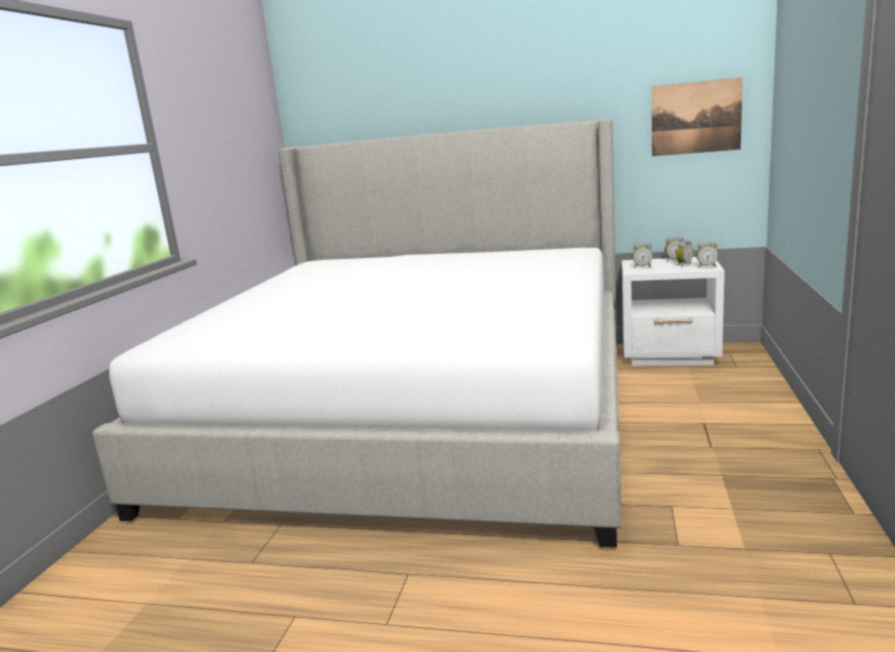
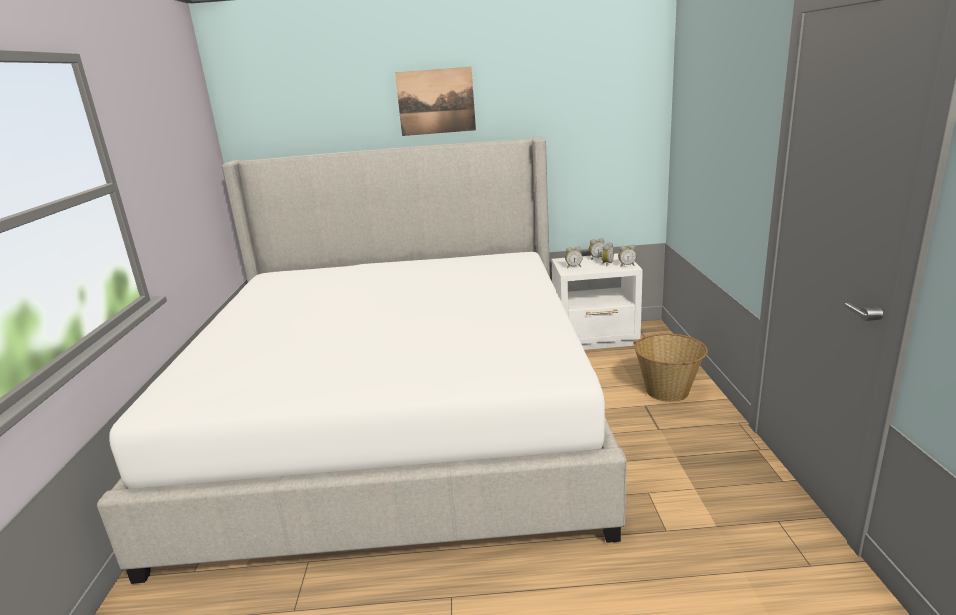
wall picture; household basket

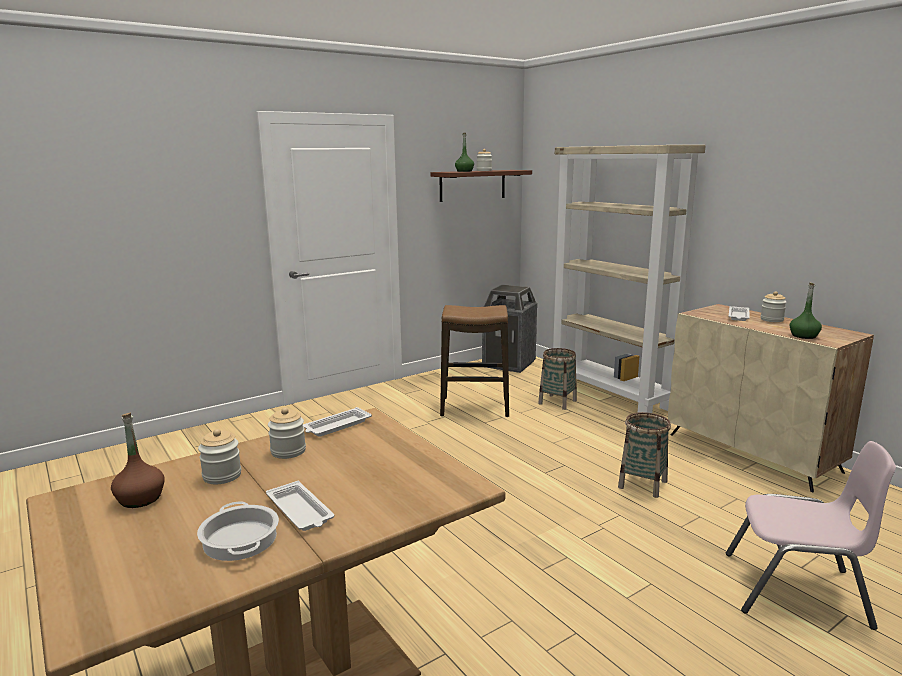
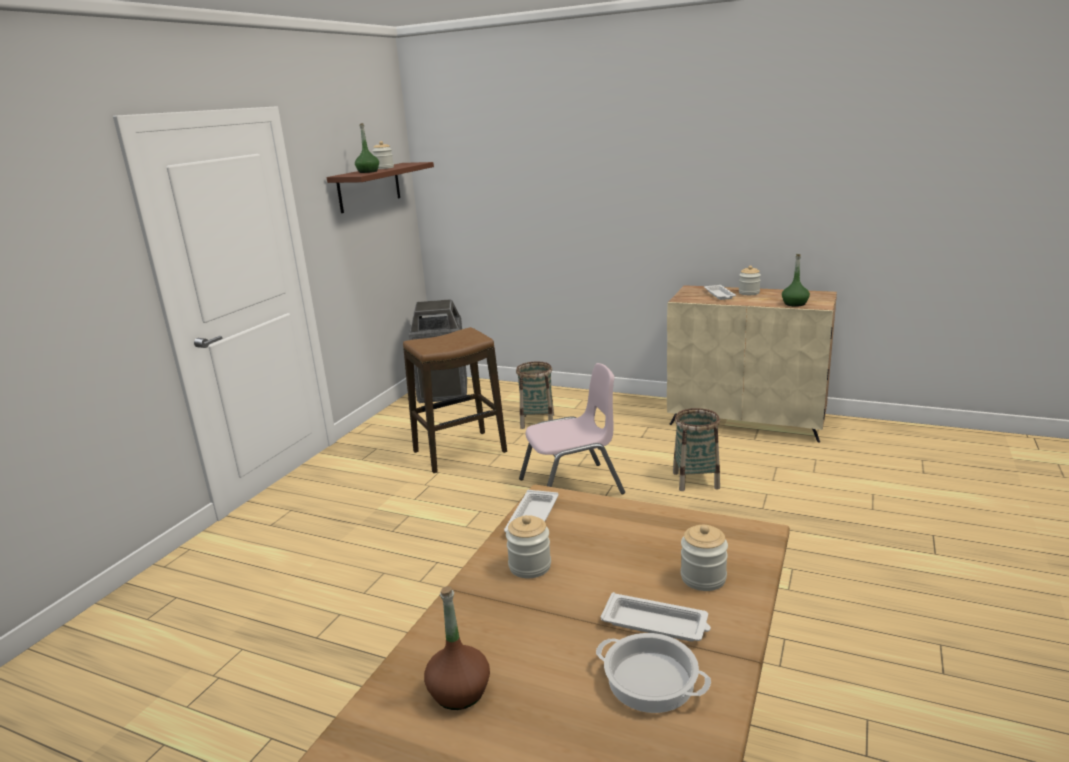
bookcase/beige-coloured; storage jar (no. 3 from left); upright chair/pink

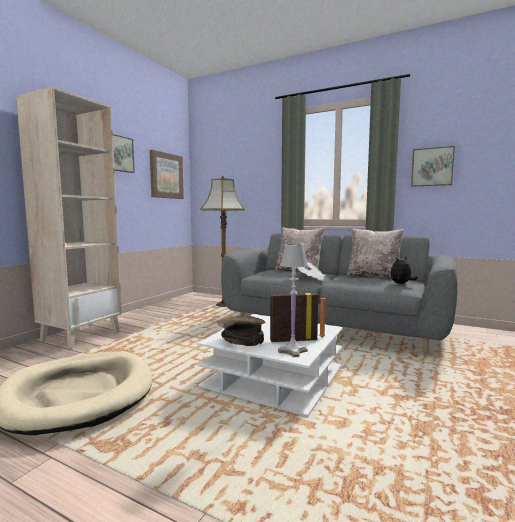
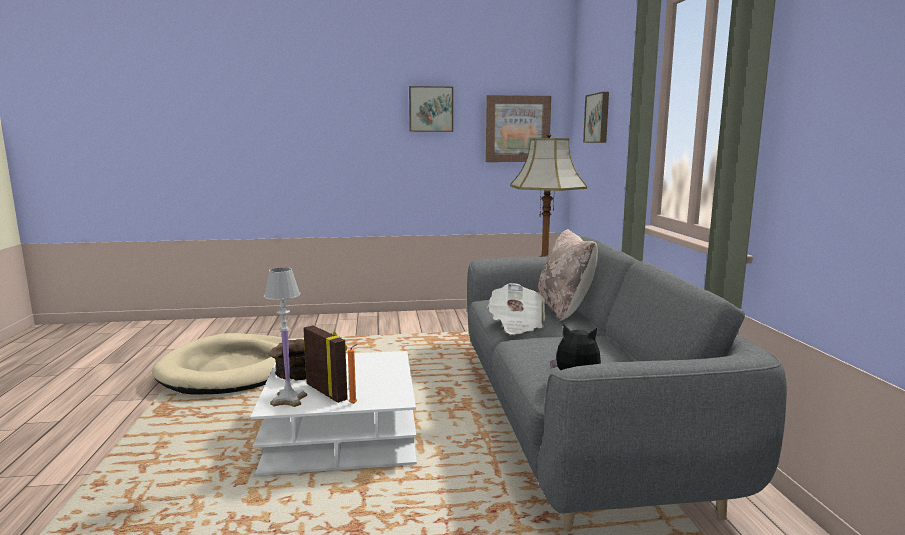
bookcase/beige-coloured; wall picture (no. 3 from left); pillow/beige-coloured (no. 2 from left in the first image)

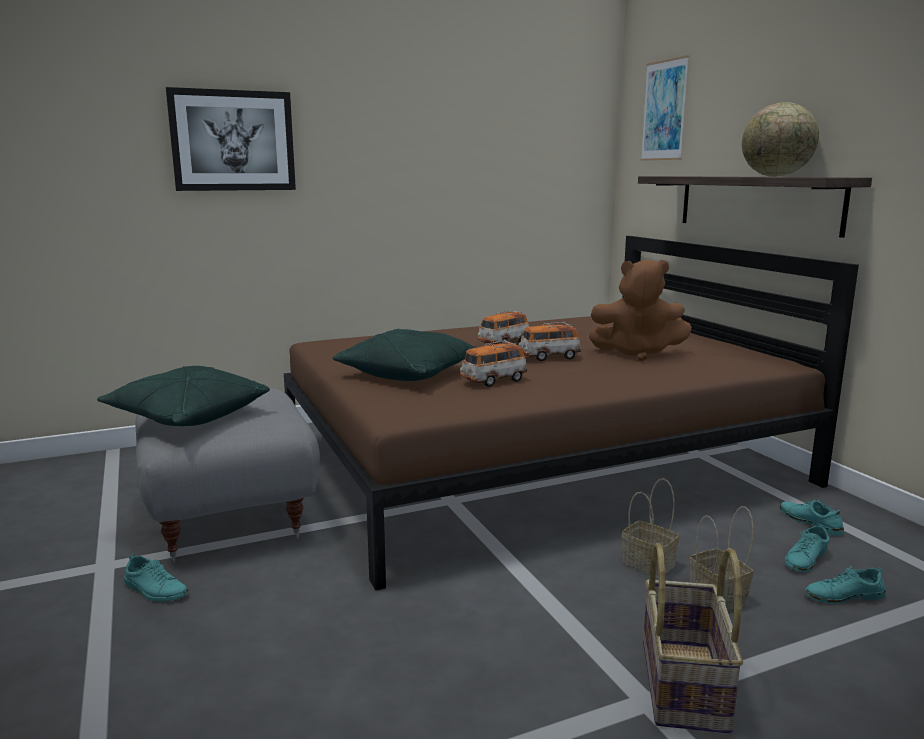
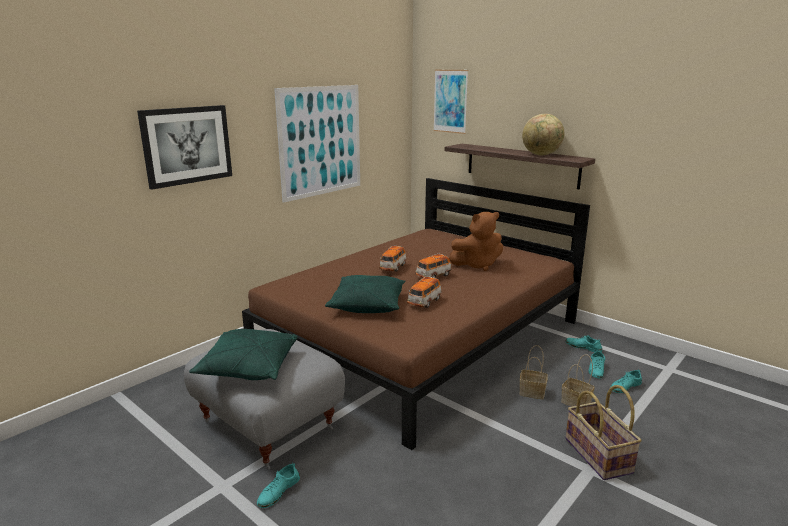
item of footwear/turquoise (no. 1 from left); wall picture (no. 2 from left)

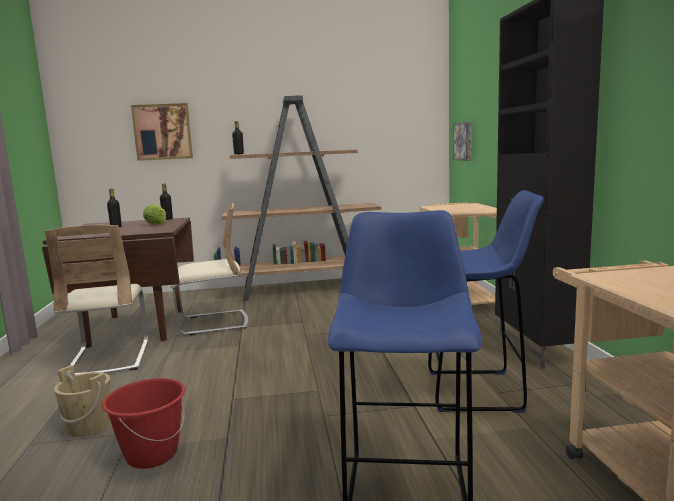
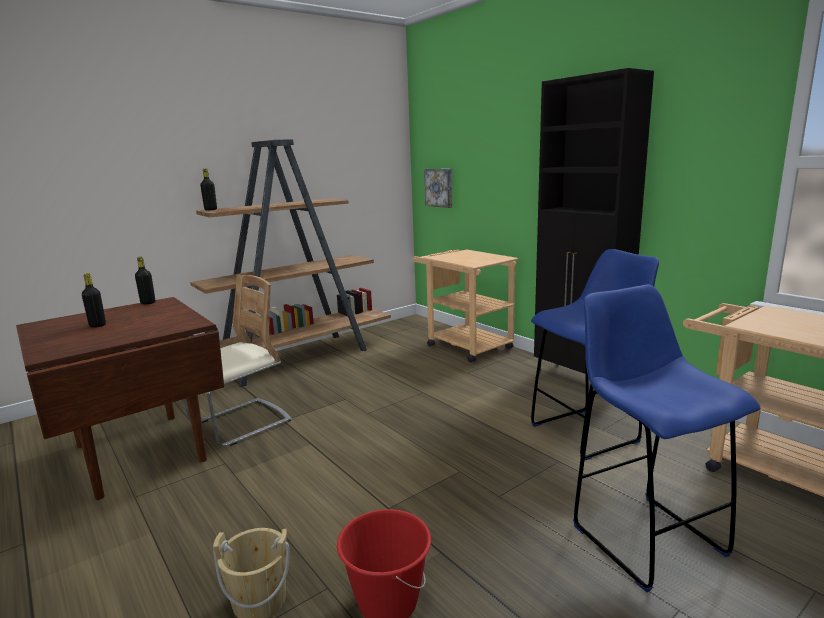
wall picture (no. 1 from left in the first image); head of lettuce; upright chair/beige-coloured (no. 1 from left in the first image)

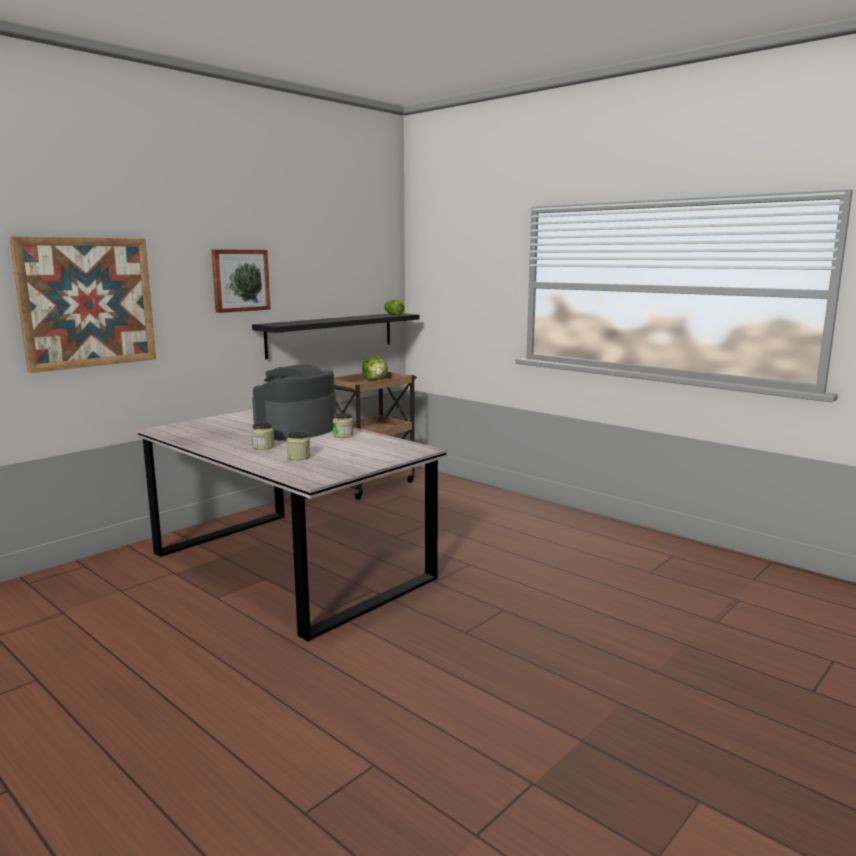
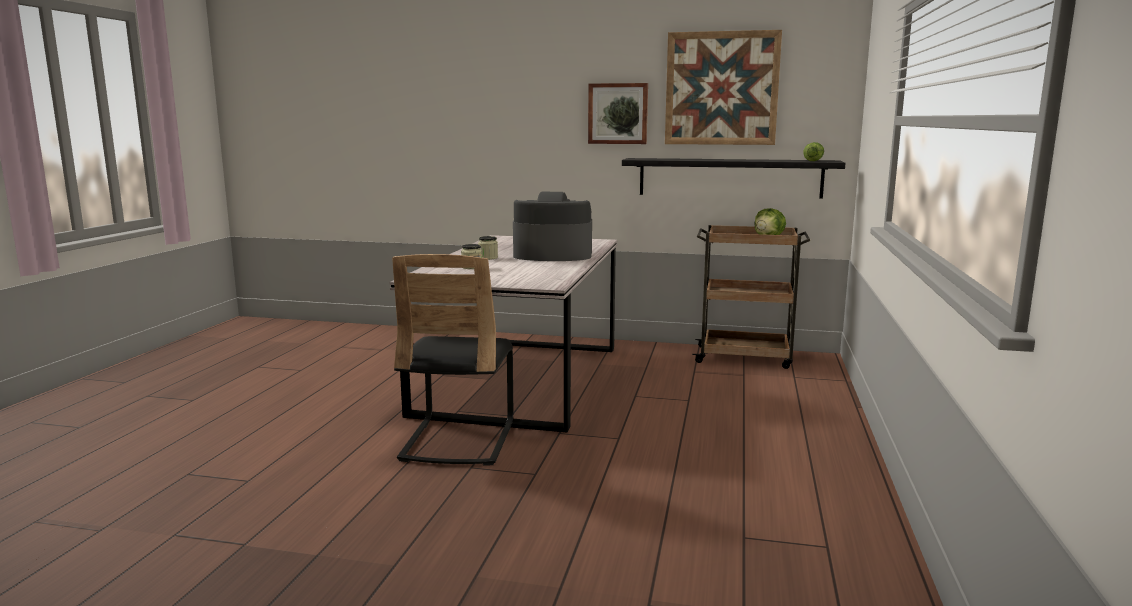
wall picture (no. 2 from left); storage jar (no. 3 from left in the first image); upright chair/black

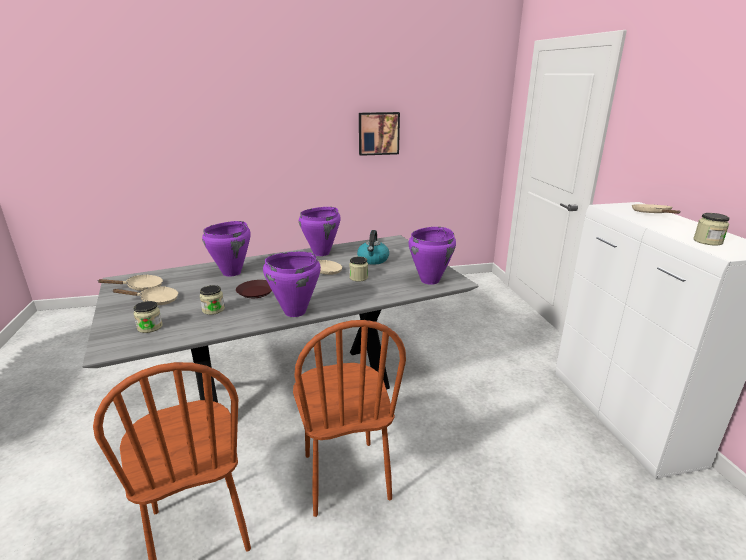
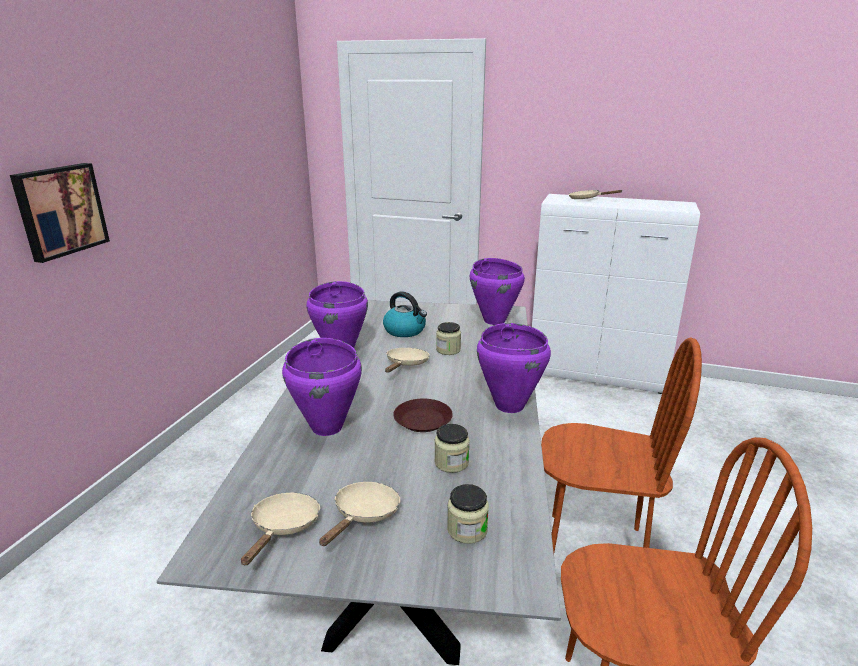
wall picture; storage jar (no. 4 from left in the first image)

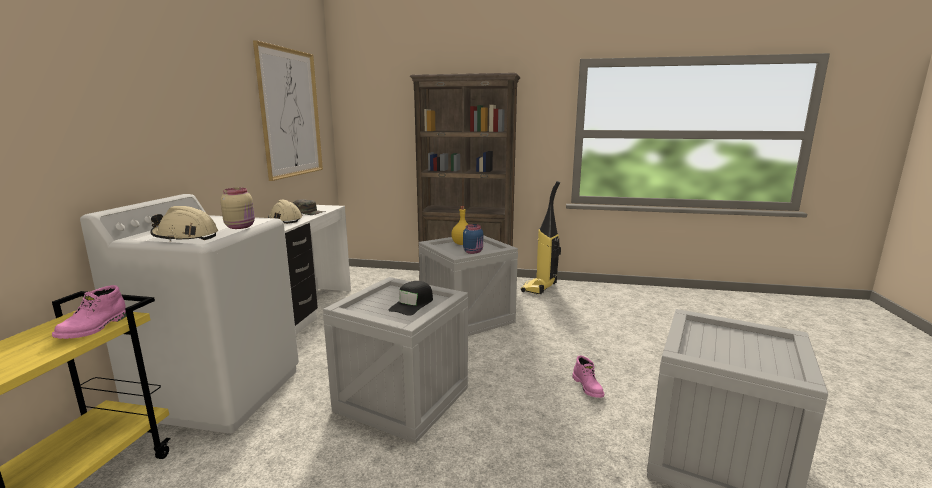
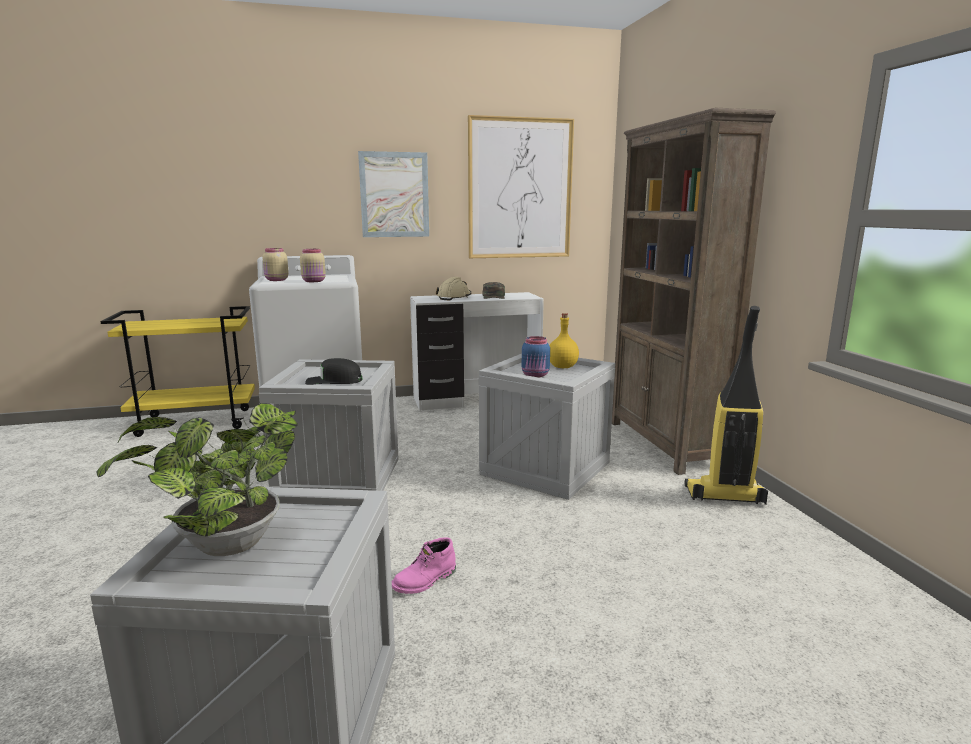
storage jar/beige-coloured (no. 1 from left); boot/pink (no. 1 from left in the first image); wall picture (no. 1 from left); houseplant

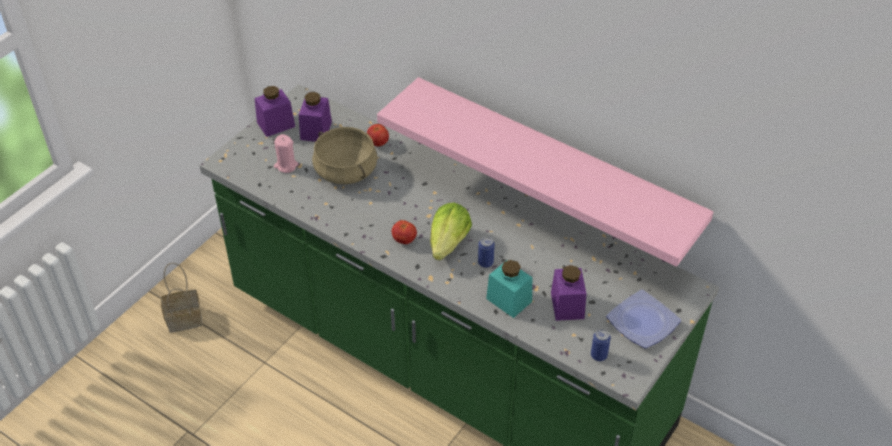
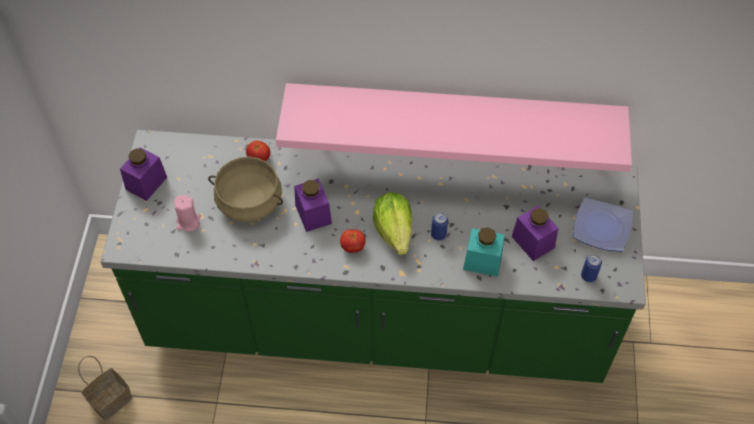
storage jar/purple (no. 2 from left)

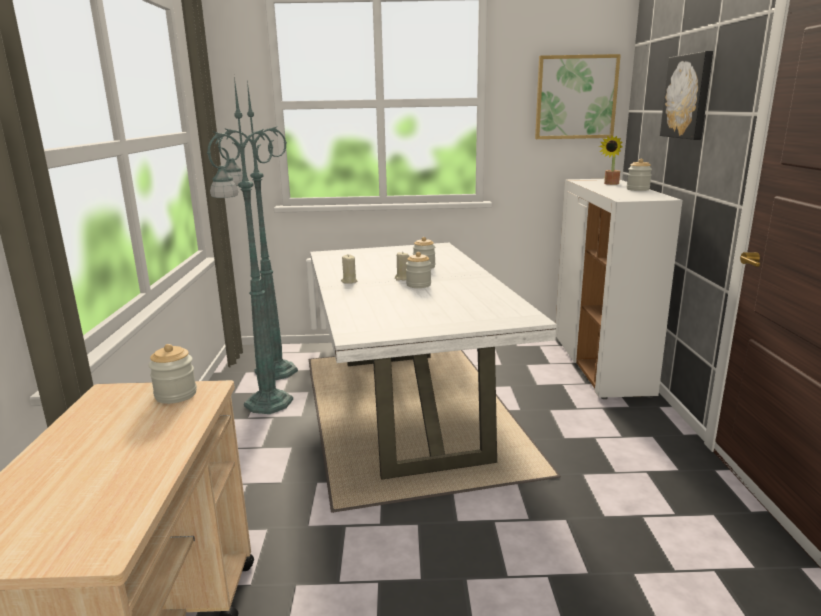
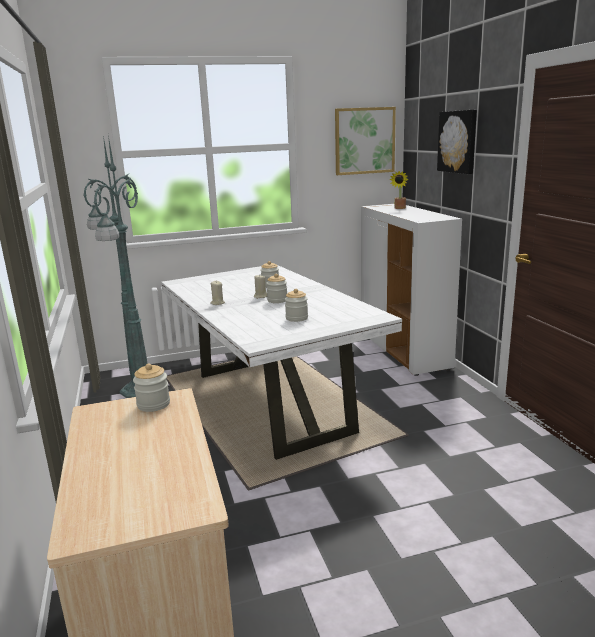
storage jar (no. 4 from left)

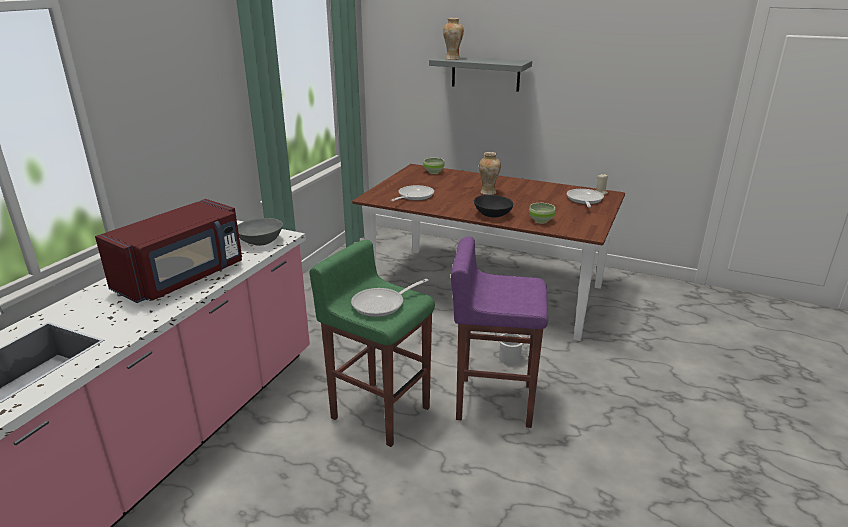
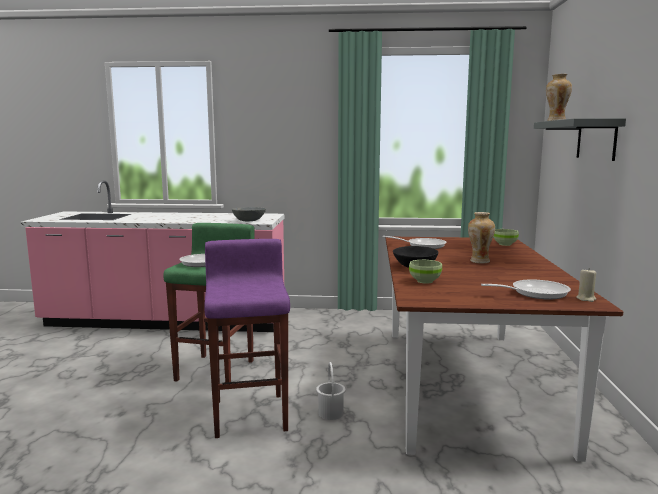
microwave/reddish

